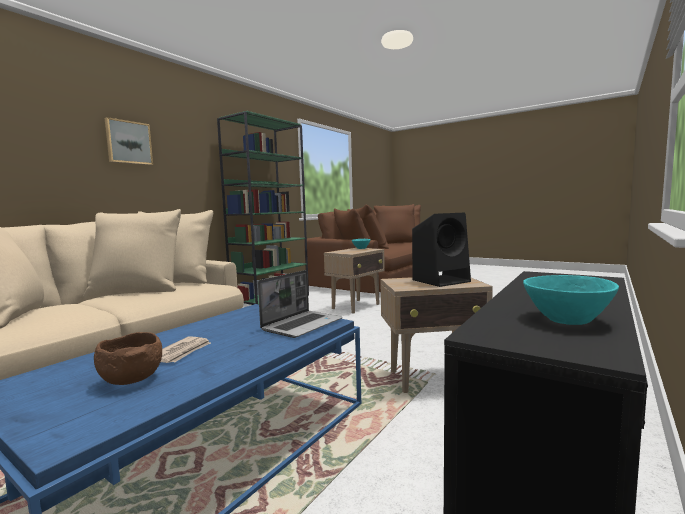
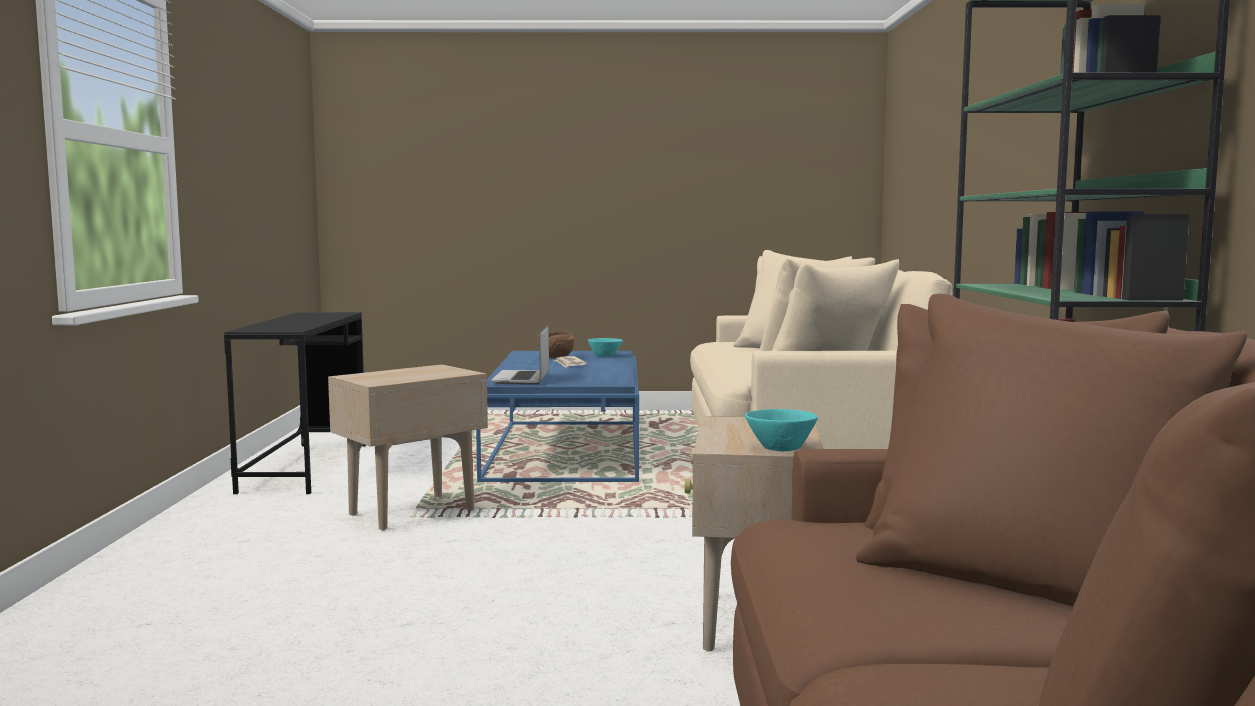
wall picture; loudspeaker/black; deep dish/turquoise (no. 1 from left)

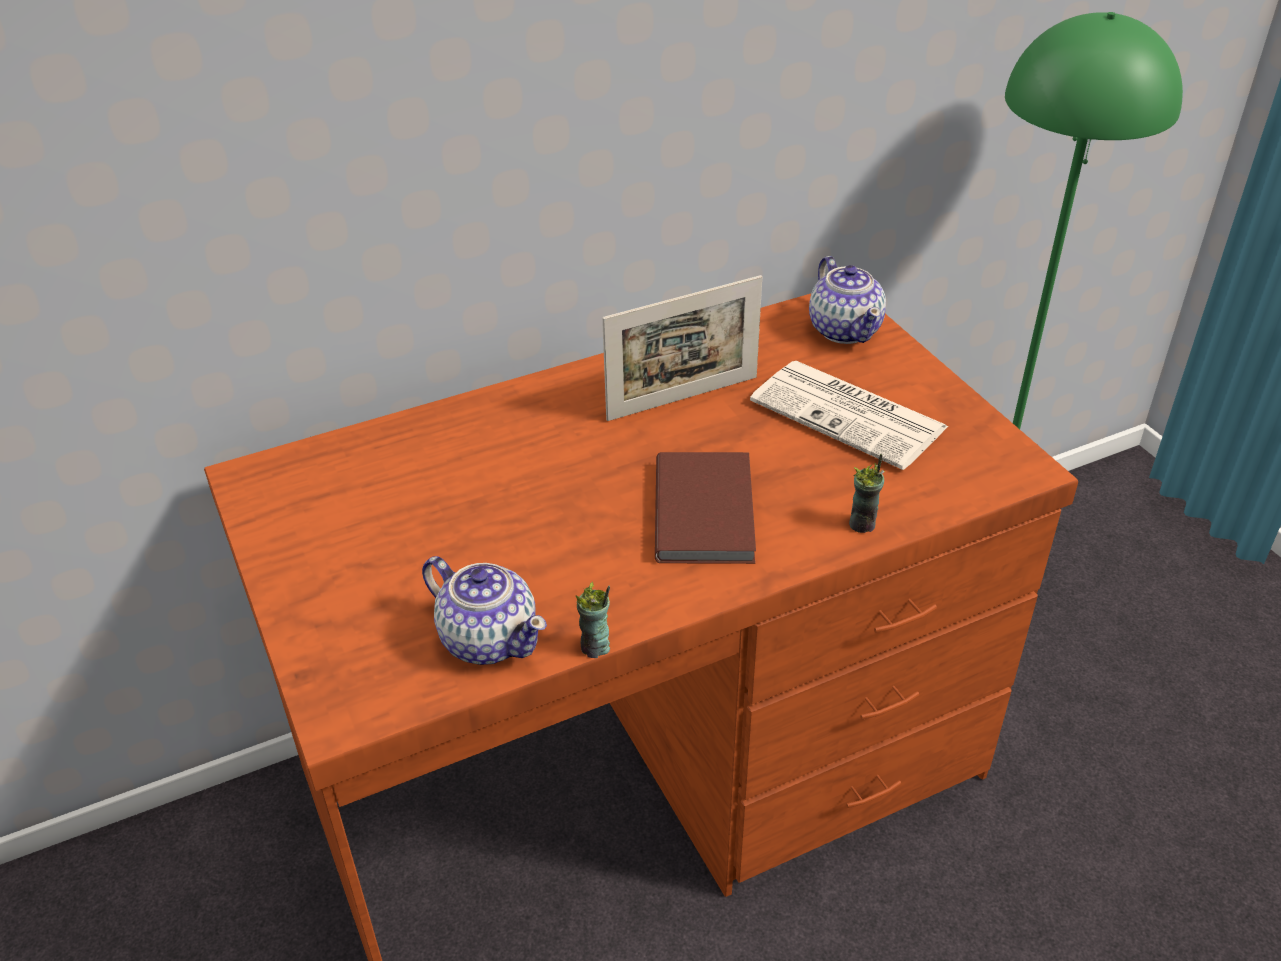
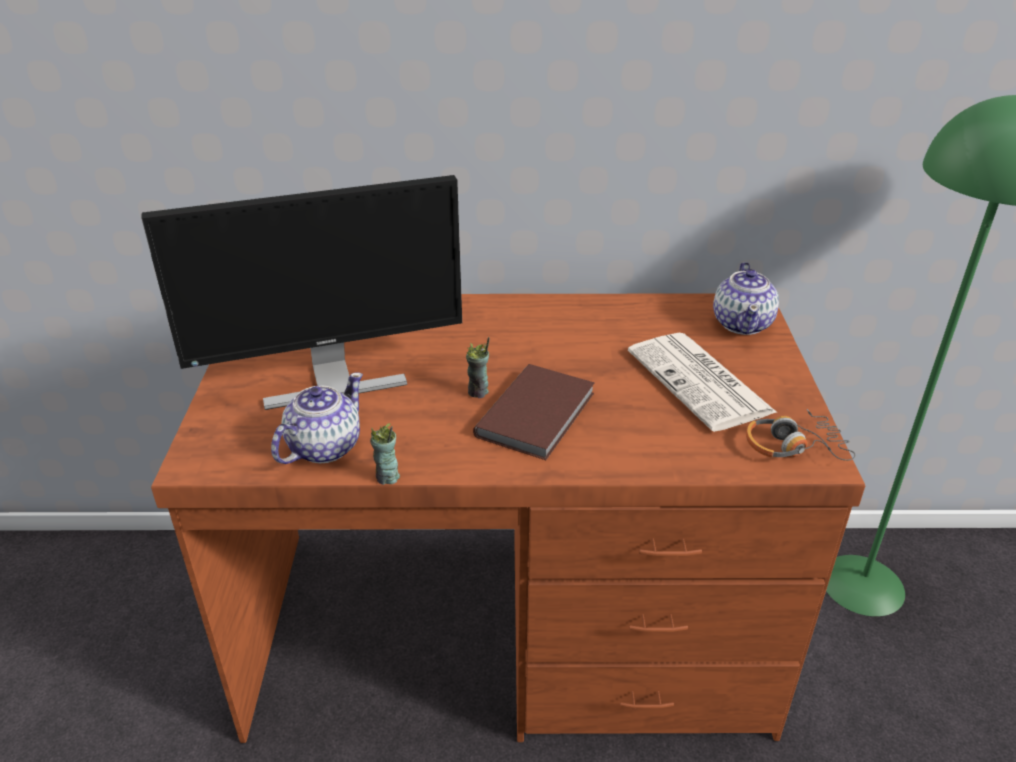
picture frame; cup (no. 2 from left); tea pot (no. 1 from left); computer display; pair of headphones

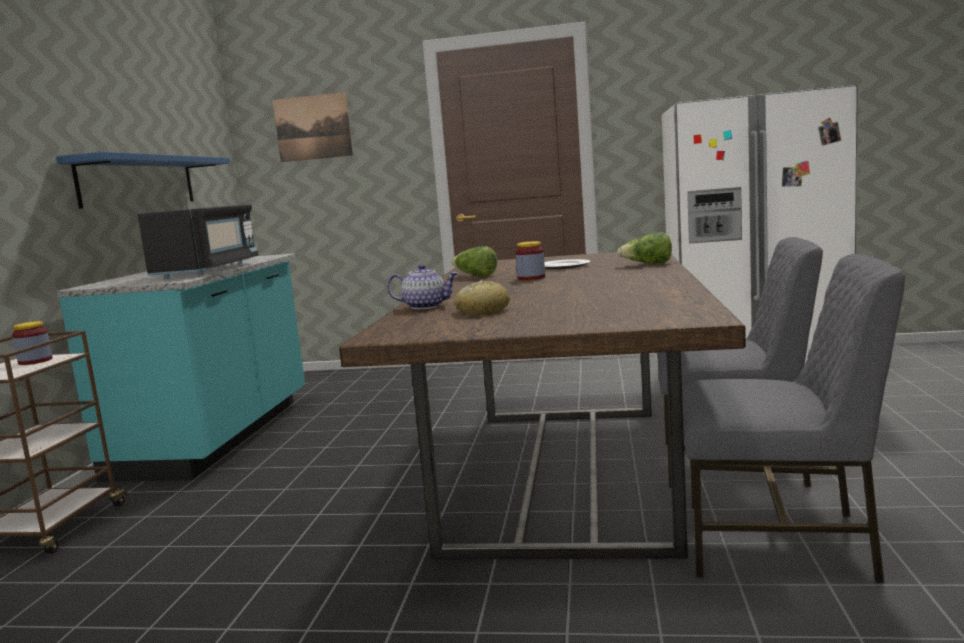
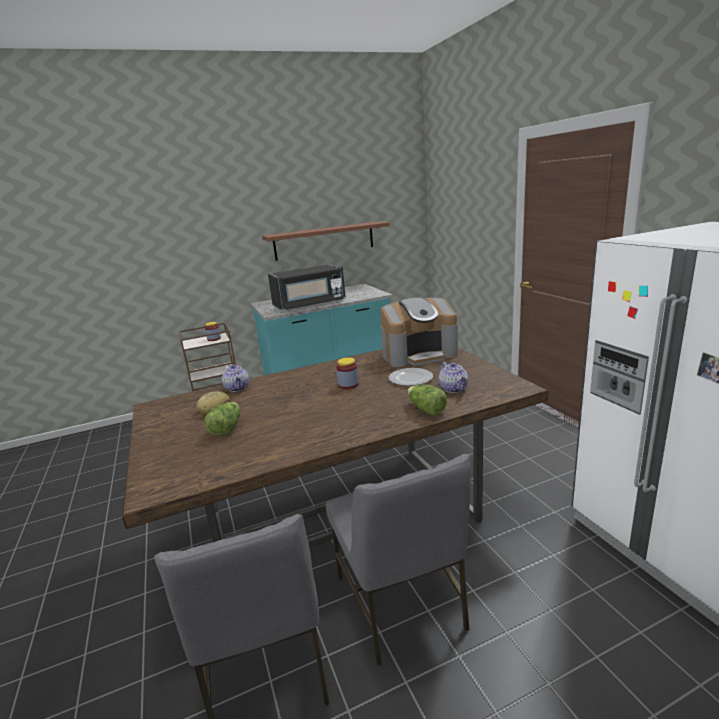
wall picture; shelf/brown-coloured; head of lettuce (no. 1 from left); coffee maker; tea pot (no. 2 from left)

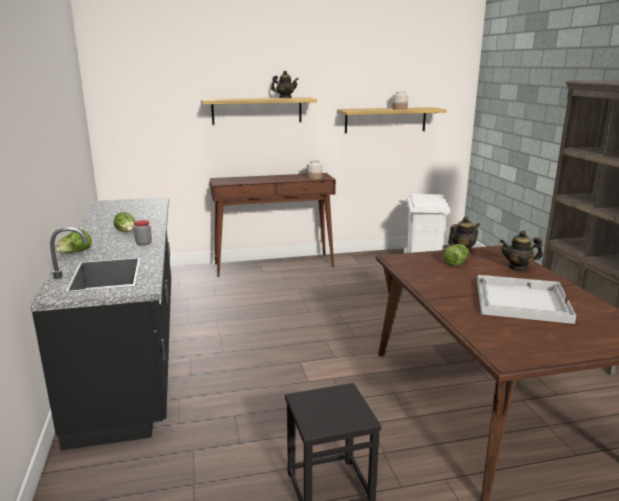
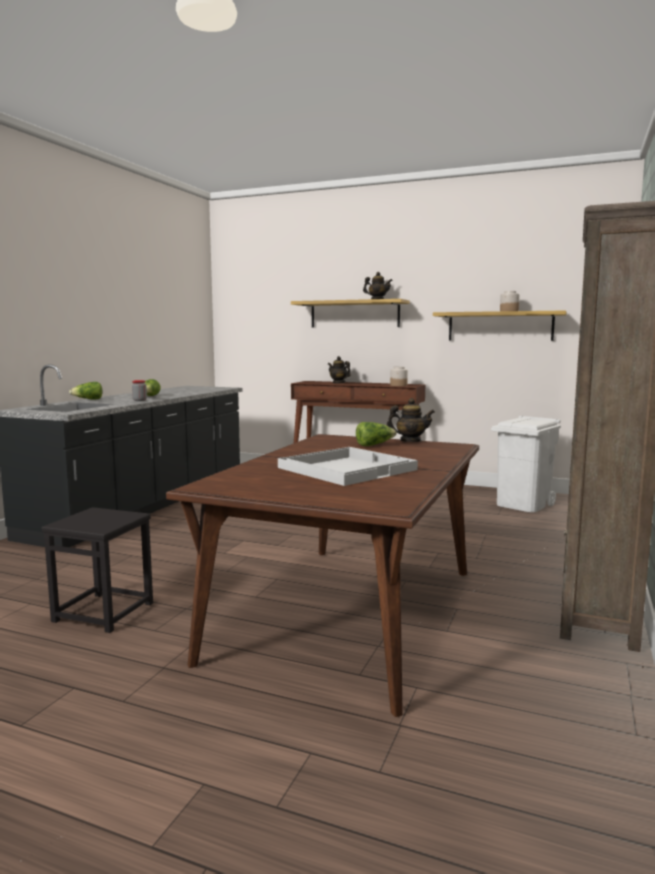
tea pot (no. 1 from left)

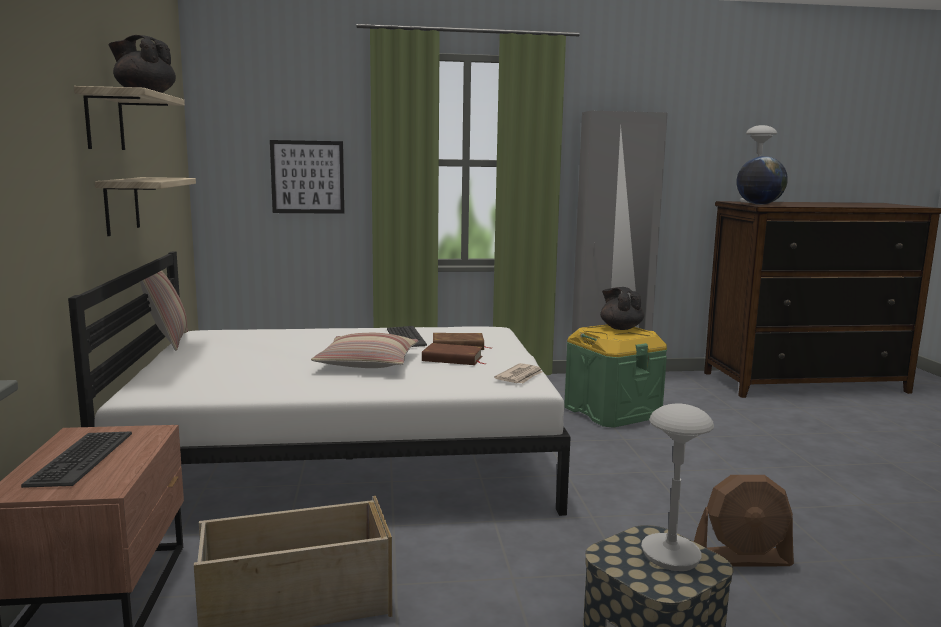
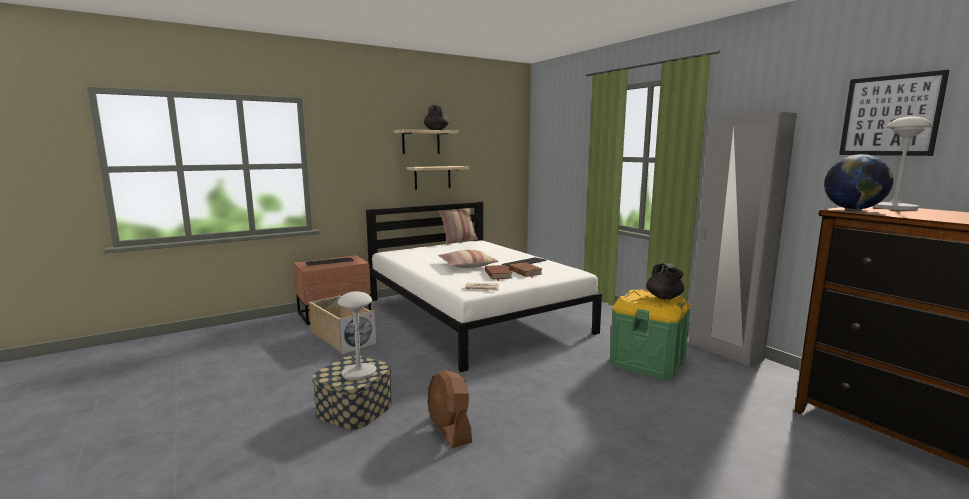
wall picture; tea pot/black (no. 2 from left)

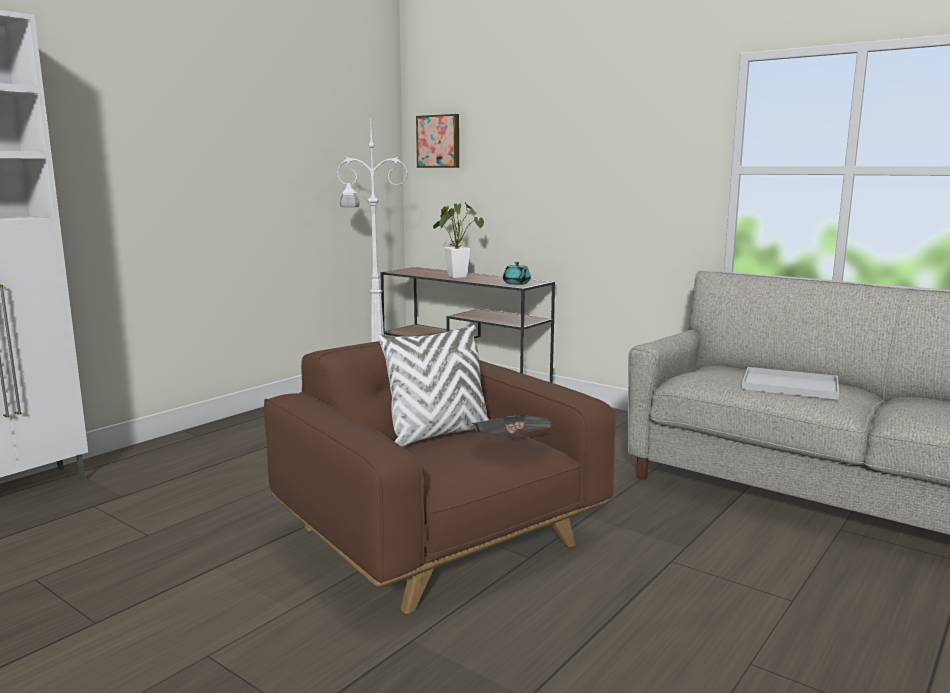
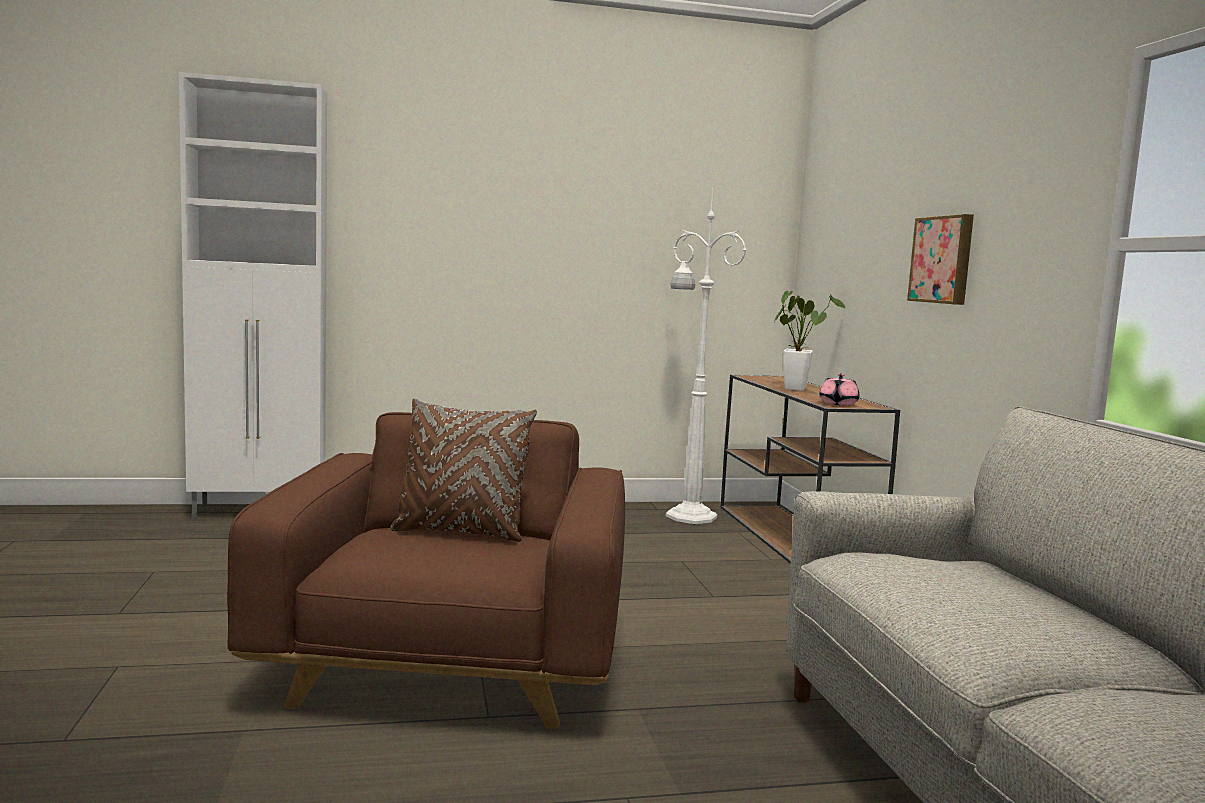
wall picture; tea pot/pink; pillow/brown-coloured; carrying tray/white; daily paper

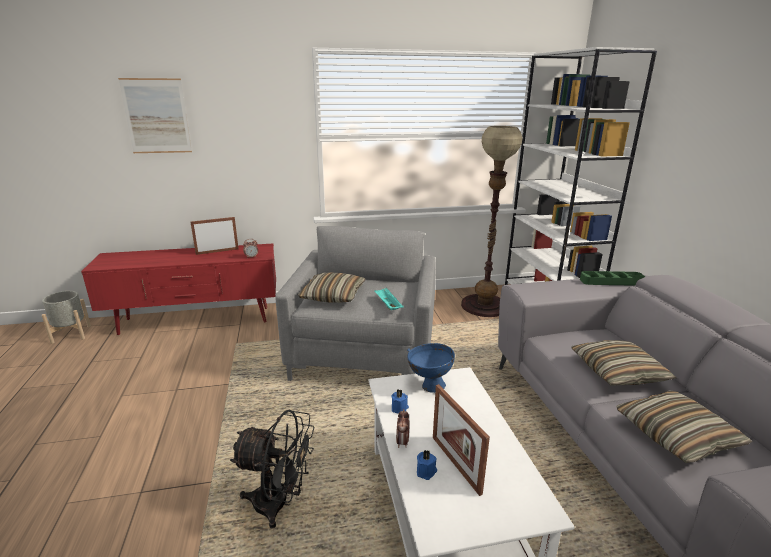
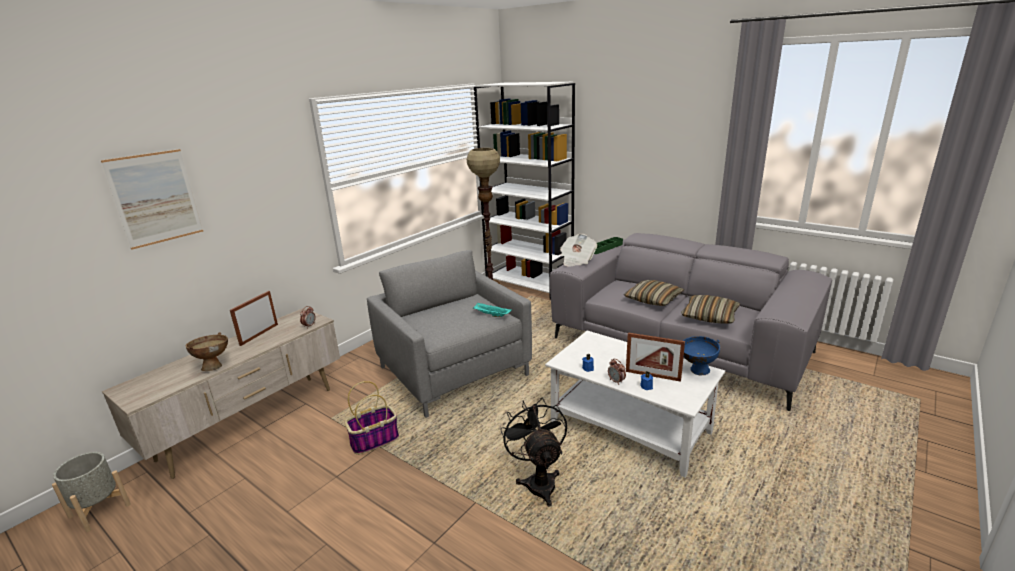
media console/beige-coloured; pillow (no. 1 from left in the first image); deep dish/blue-coloured; electric fan/black; daily paper; deep dish/brown-coloured; household basket

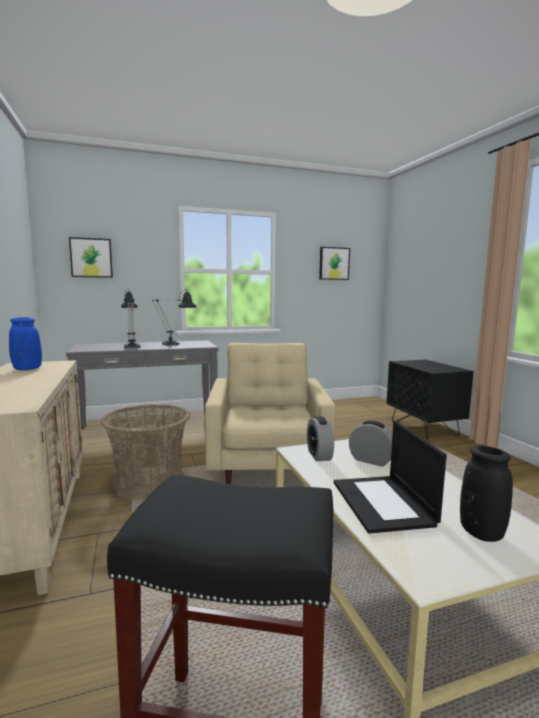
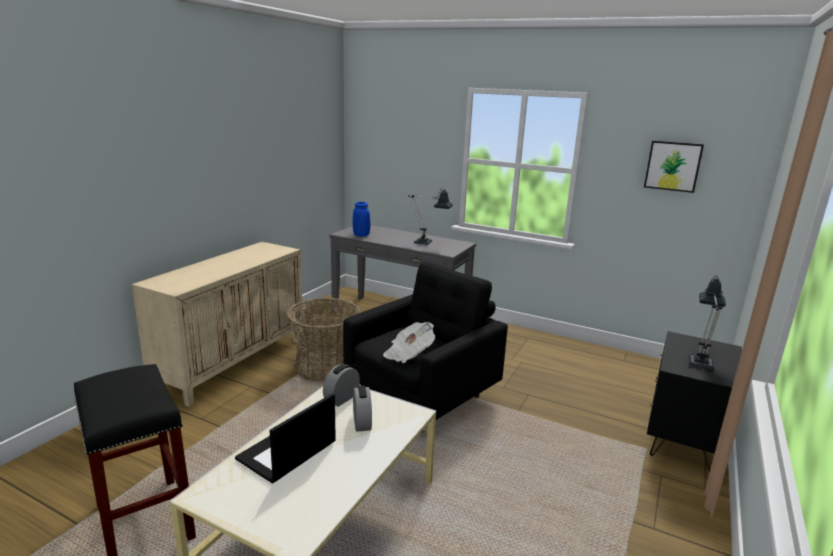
wall picture (no. 1 from left in the first image); tabletop lamp (no. 2 from left); vase/blue-coloured; easy chair/black; vase/black; daily paper

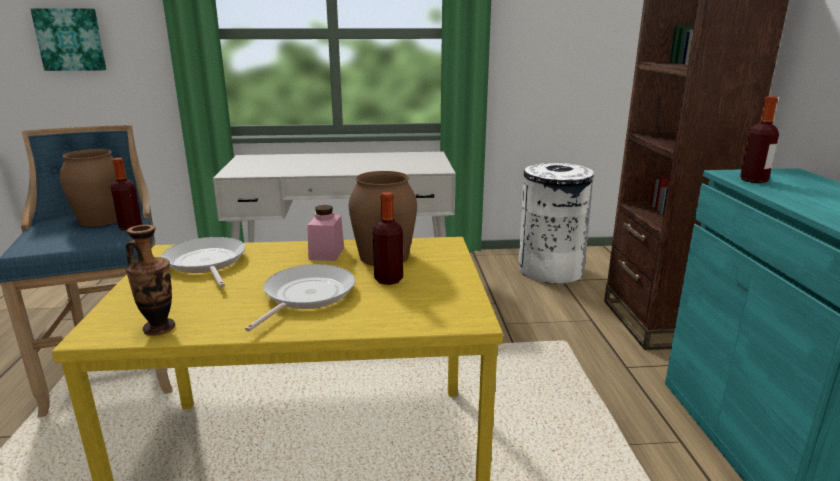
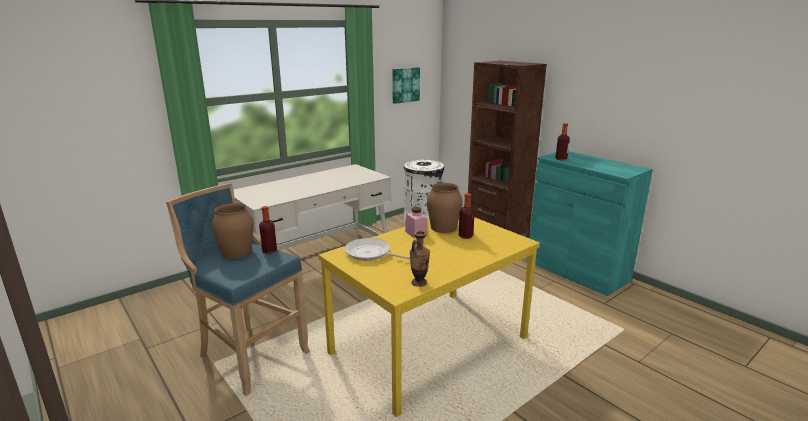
wall picture; frying pan (no. 2 from left in the first image)

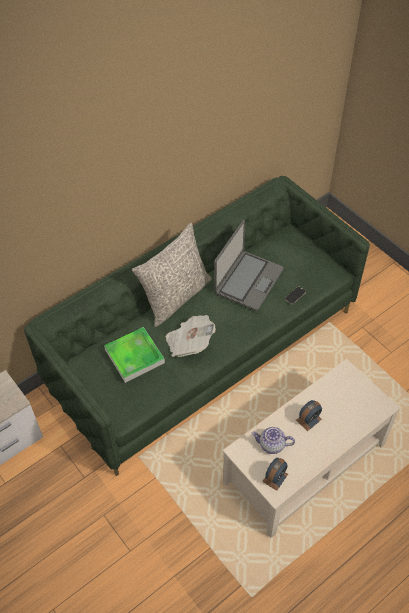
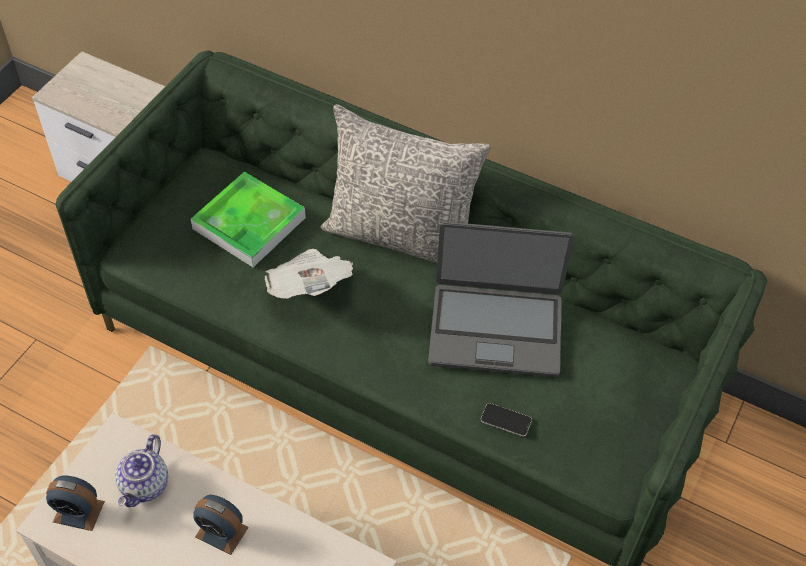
tea pot

